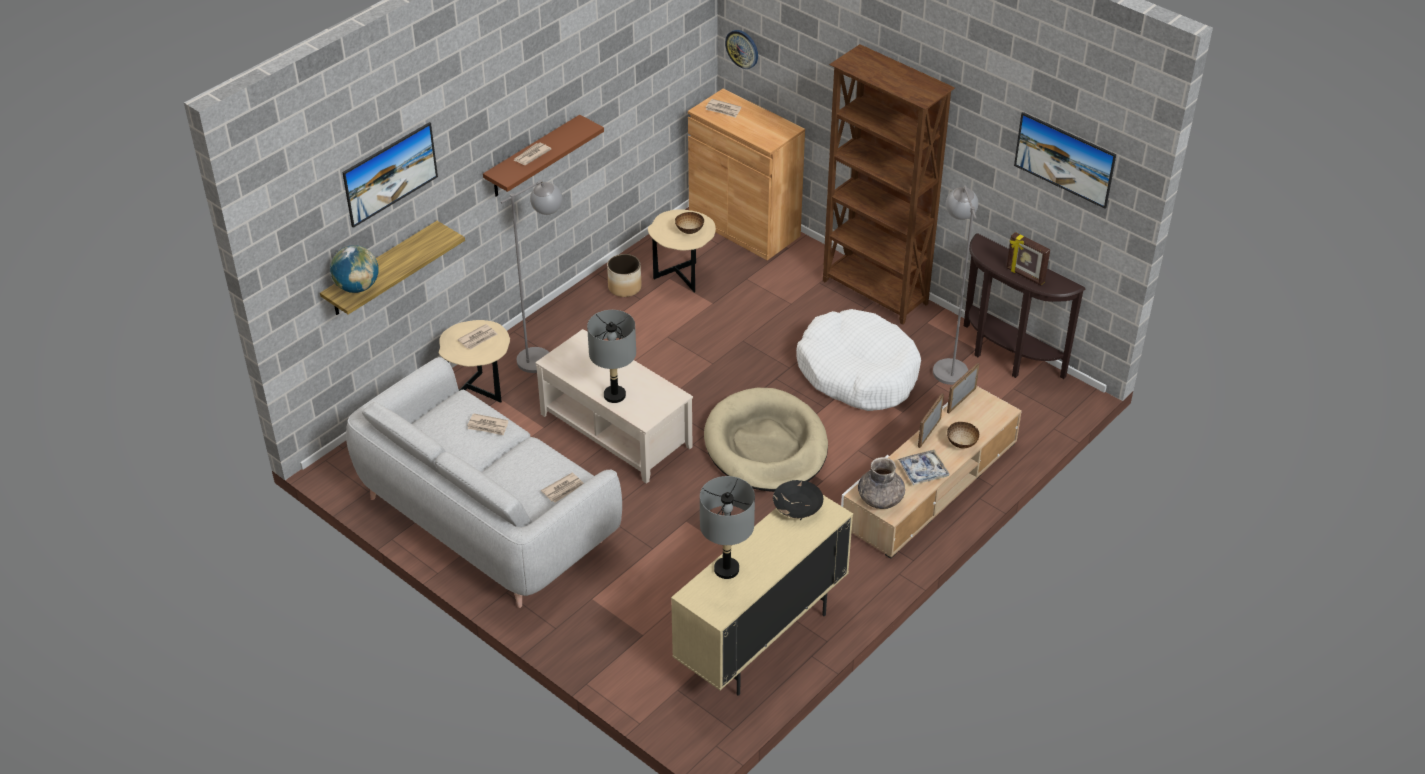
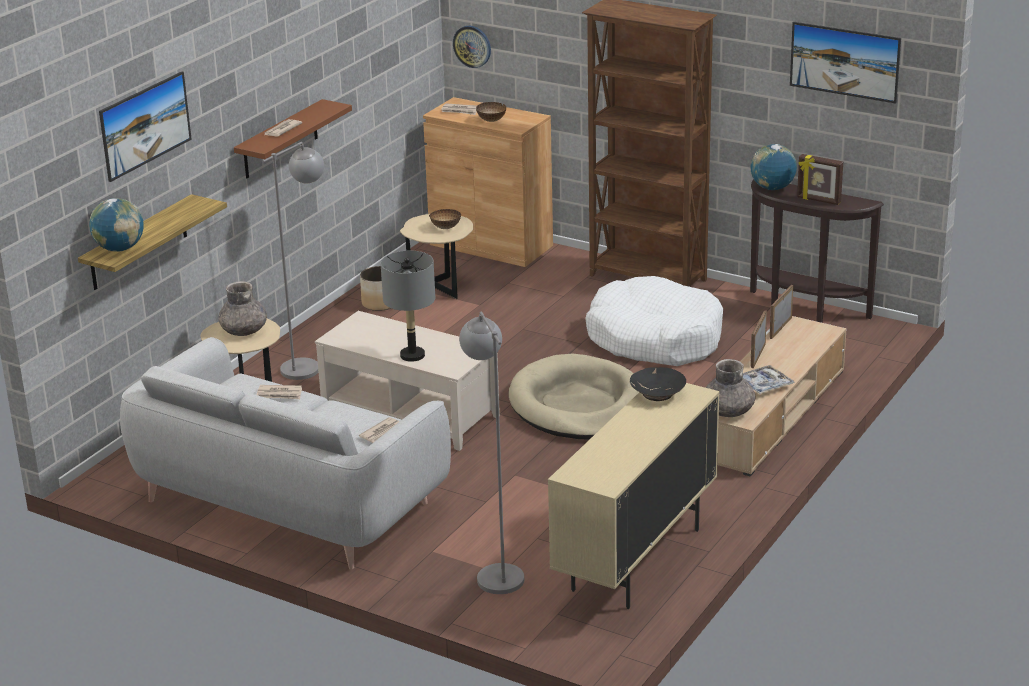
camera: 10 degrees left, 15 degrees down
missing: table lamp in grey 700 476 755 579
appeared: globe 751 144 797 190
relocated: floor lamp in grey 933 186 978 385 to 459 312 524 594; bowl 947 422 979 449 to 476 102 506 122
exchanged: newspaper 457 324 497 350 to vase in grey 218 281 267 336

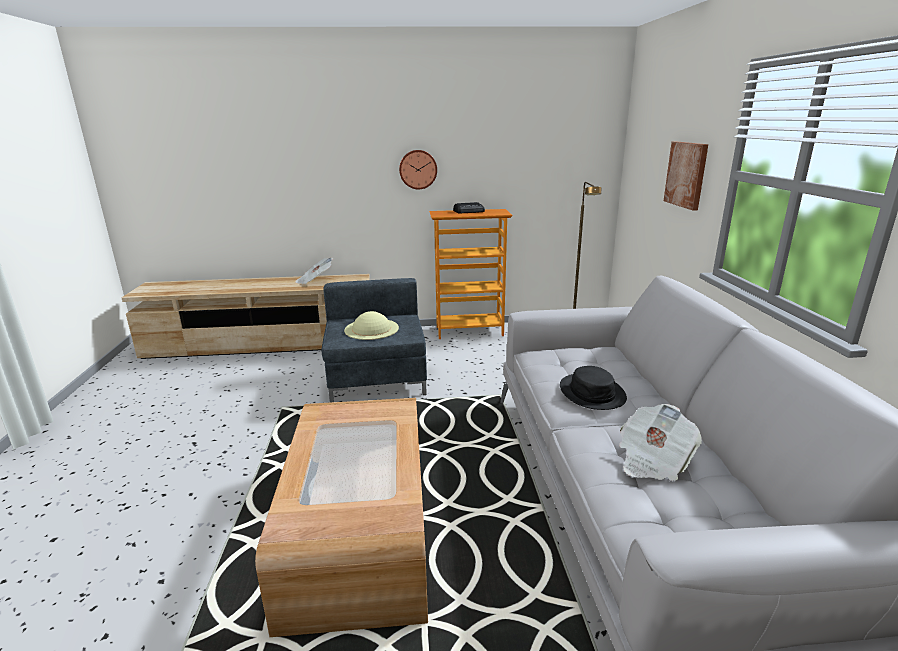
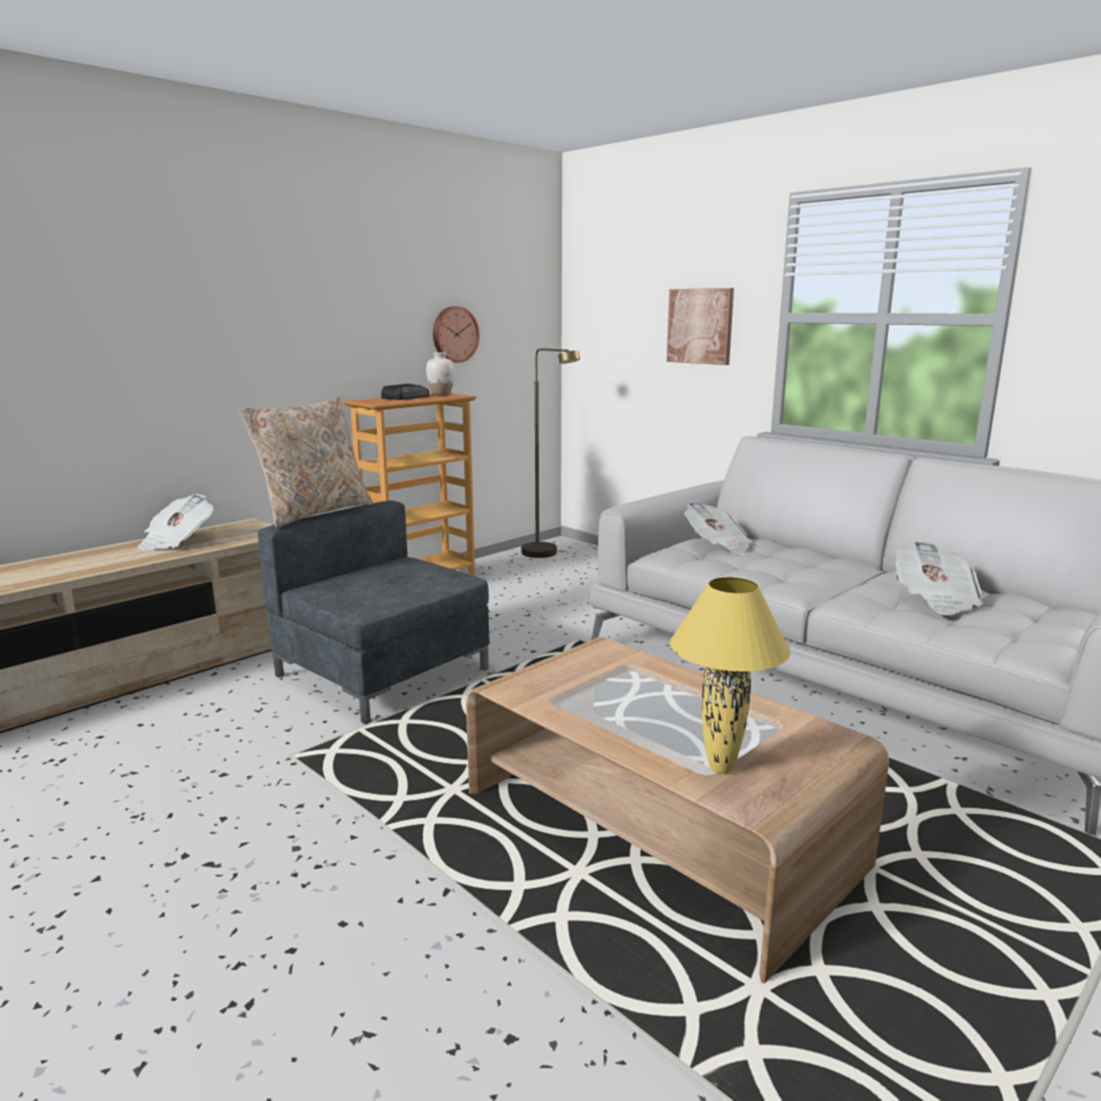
camera: 40 degrees left, 5 degrees down
missing: hat in beige 344 311 399 340; hat in black 560 366 627 410
appeared: vase in white 426 352 455 395; pillow in beige 239 397 373 528; newspaper 684 501 753 555; table lamp in yellow 670 577 790 774
relocated: wall clock 399 150 437 190 to 433 306 480 363

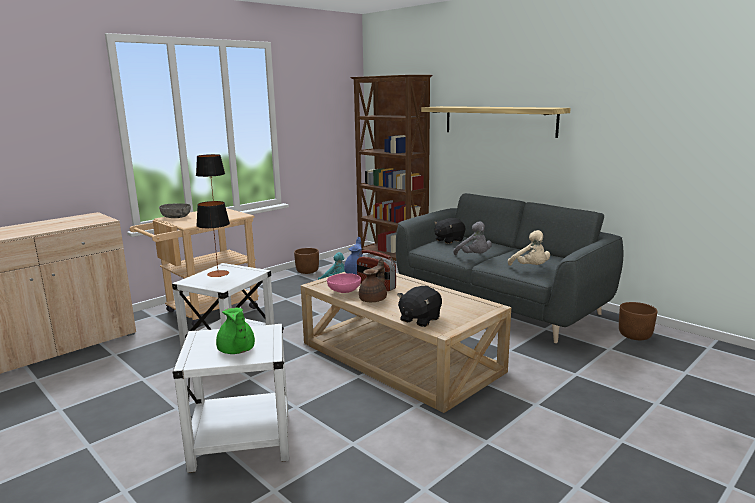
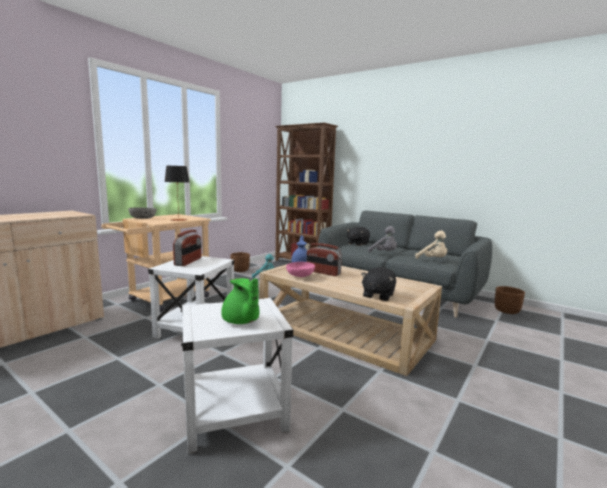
camera: 10 degrees left, 5 degrees down
missing: shelf 421 106 571 138; teapot in brown 359 258 387 302
exchanged: table lamp 196 201 230 277 to radio 173 230 201 266

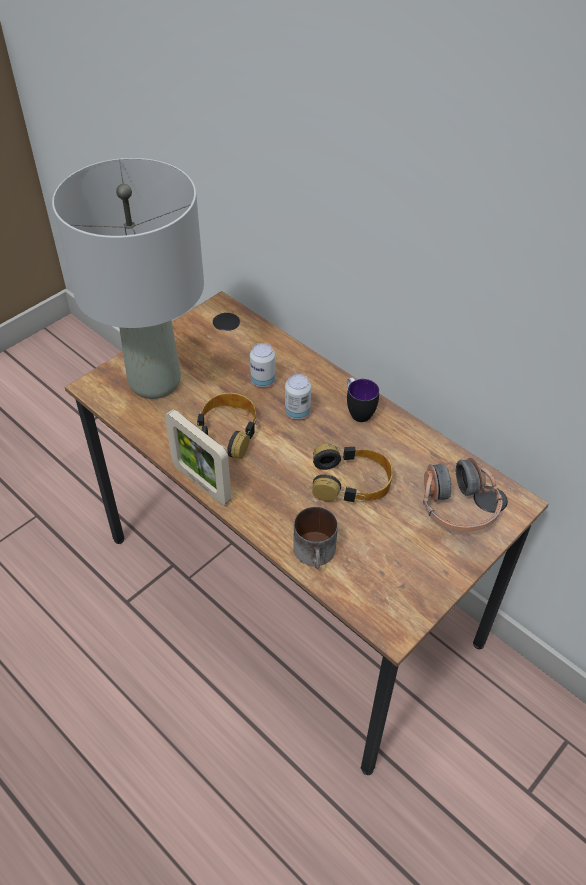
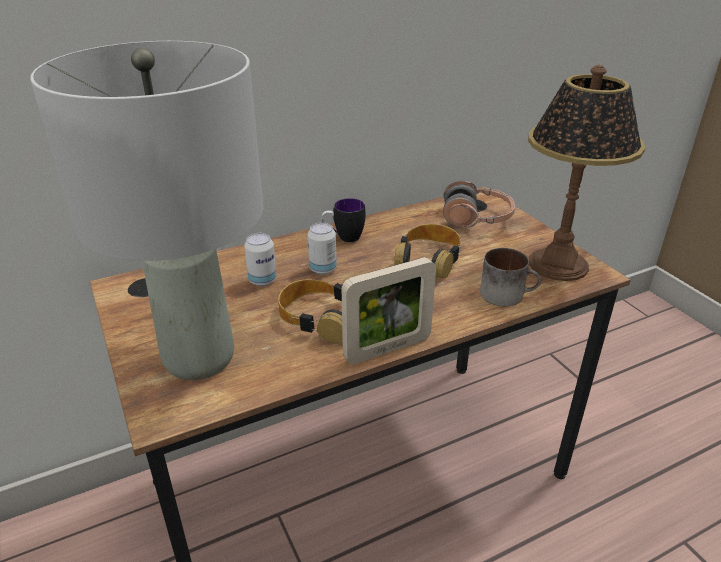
camera: 70 degrees left, 15 degrees down
appeared: table lamp 528 65 645 281

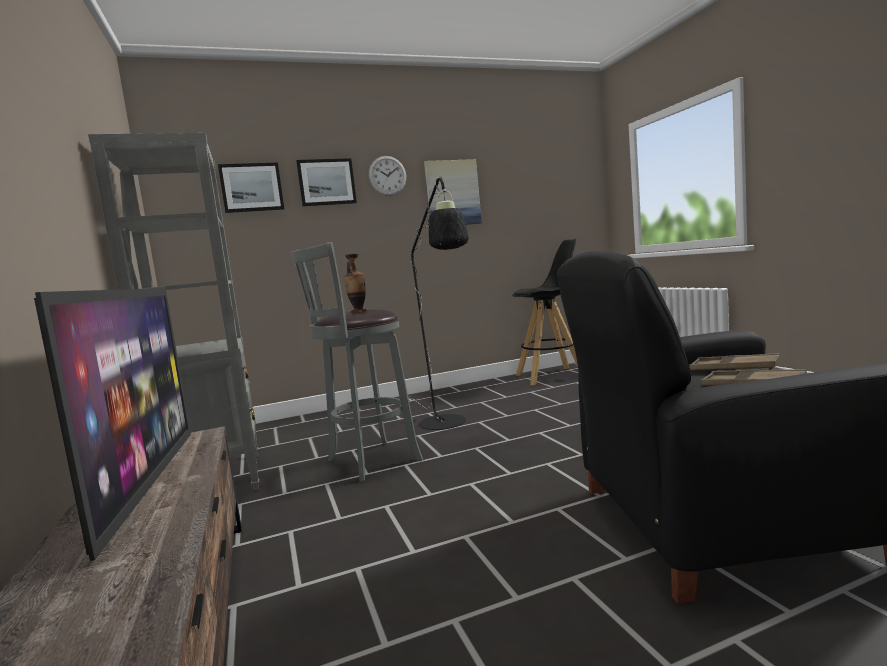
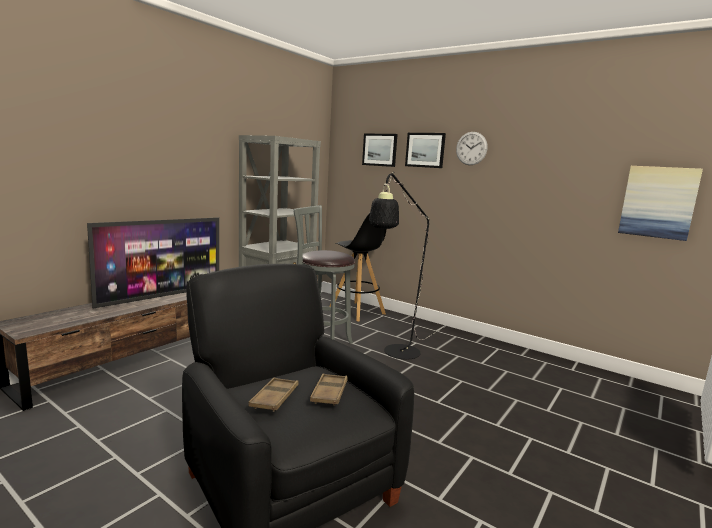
camera: 55 degrees right, 5 degrees up
missing: vase 343 253 367 313
relocated: picture 424 159 482 225 to 618 166 703 241; stool in black 512 238 578 385 to 329 213 386 322

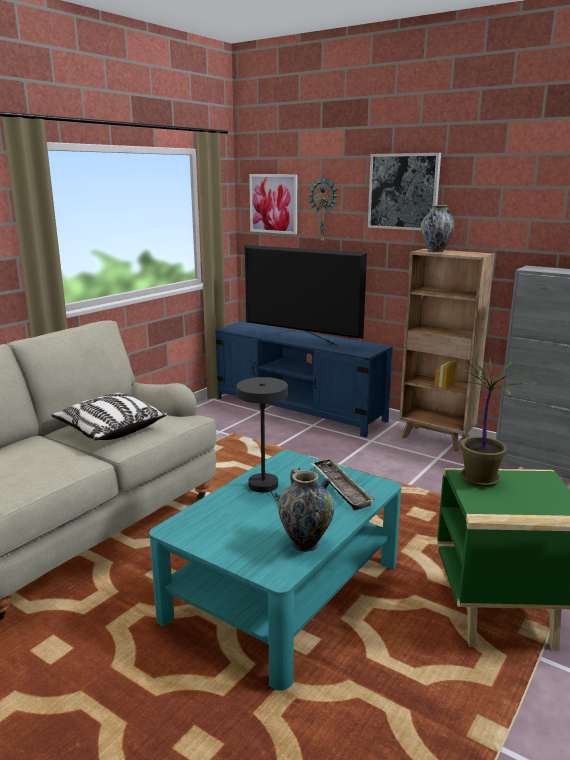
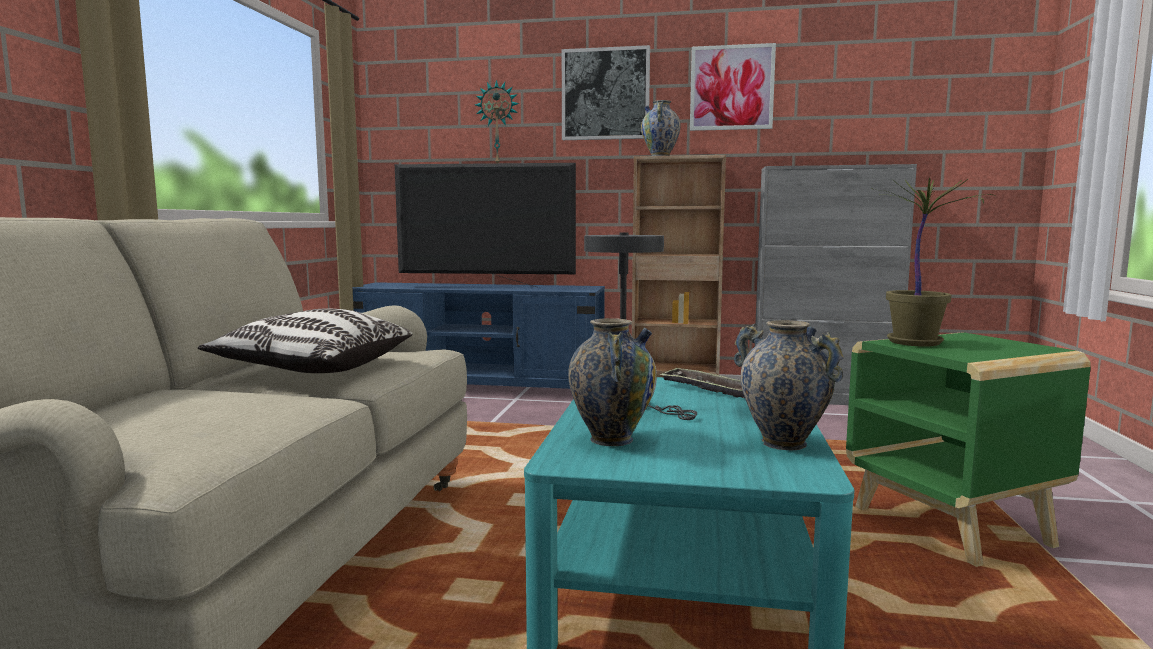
camera: 25 degrees left, 10 degrees down
appeared: vase 568 318 657 446
relocated: picture 249 174 297 235 to 690 43 776 131

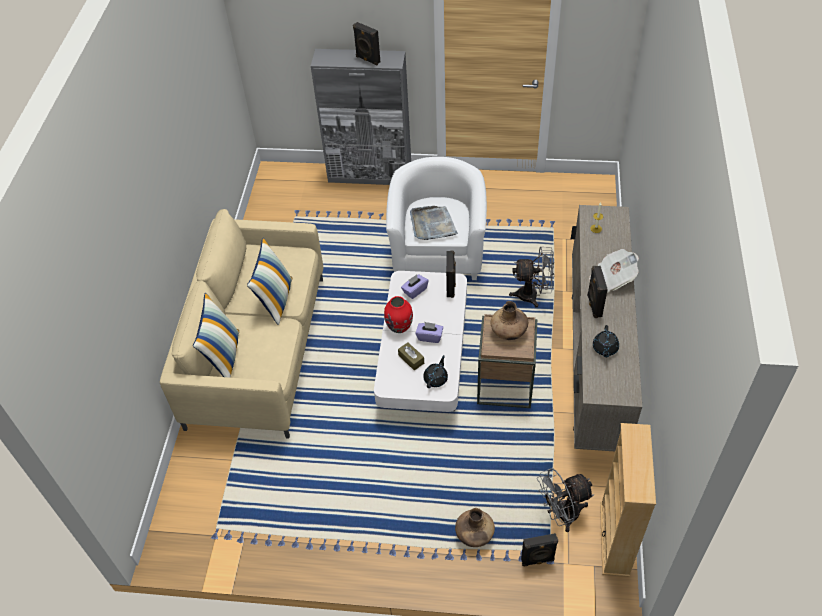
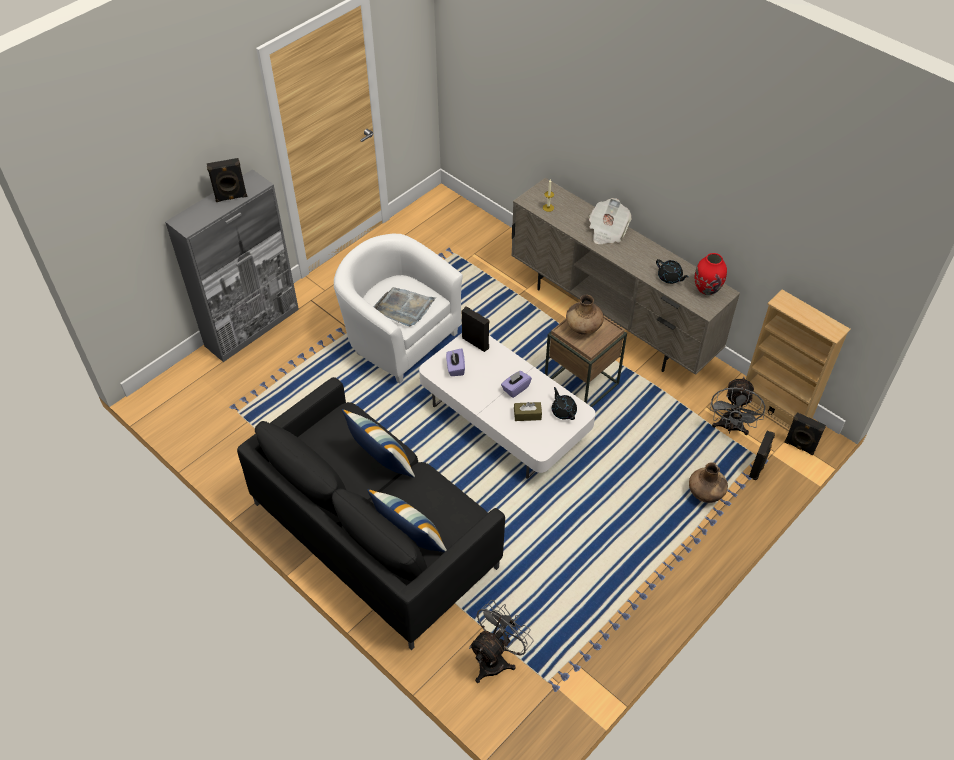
camera: 55 degrees left, 0 degrees up
relocated: fan in grey 509 247 554 308 to 469 600 534 683; speaker in black 587 266 608 318 to 784 412 826 455; vase in red 384 296 413 333 to 695 253 727 295
colour: sofa in beige 160 209 323 439 to sofa in black 237 377 505 650

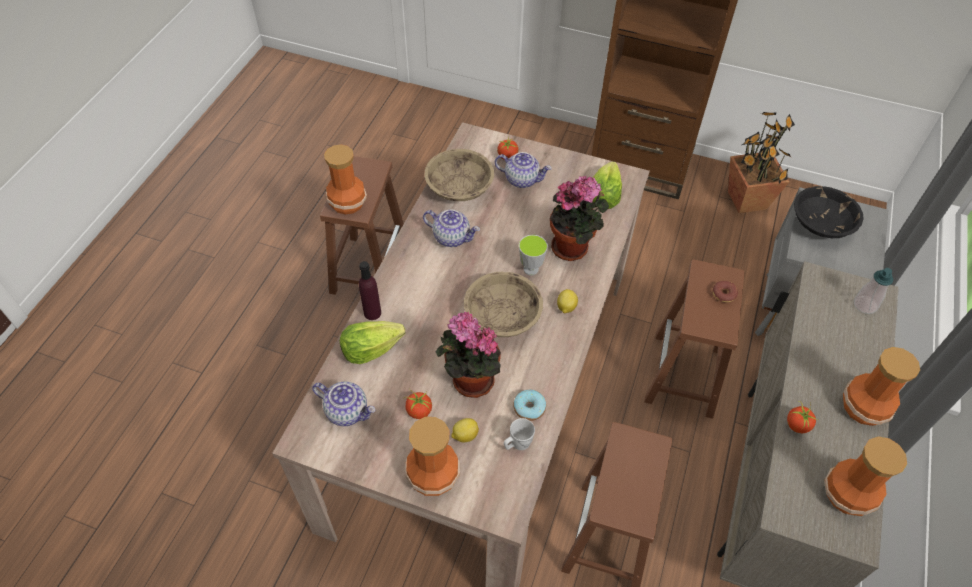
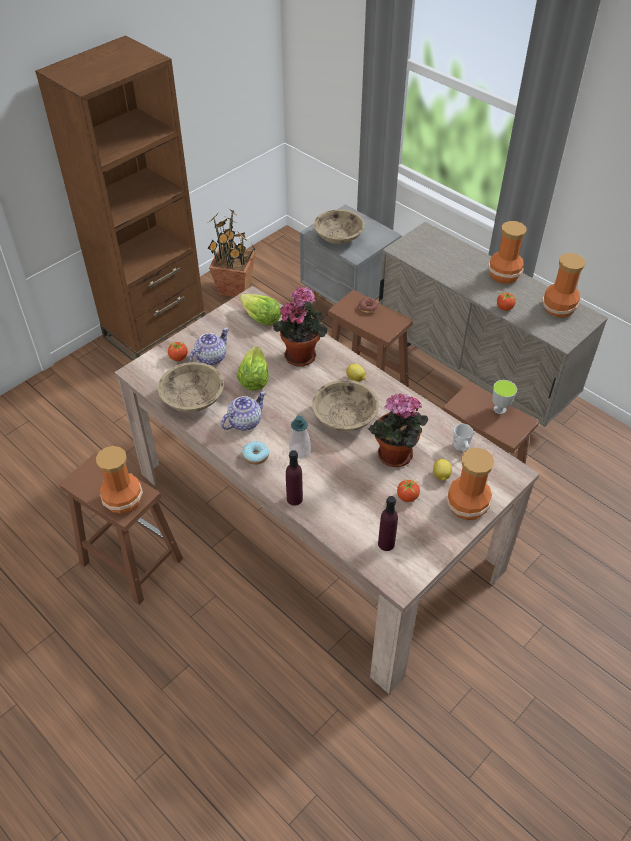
camera: 65 degrees left, 5 degrees down
relocated: cup 519 235 548 275 to 492 380 517 414; soap dispenser 854 268 893 314 to 289 415 311 459; lettuce 340 321 405 364 to 237 346 269 391; donut 513 389 546 421 to 242 441 269 465
exchanged: teapot 312 381 376 426 to bottle in purple 378 496 398 551
colour: bowl in black 794 186 864 238 to bowl in beige 314 209 365 244

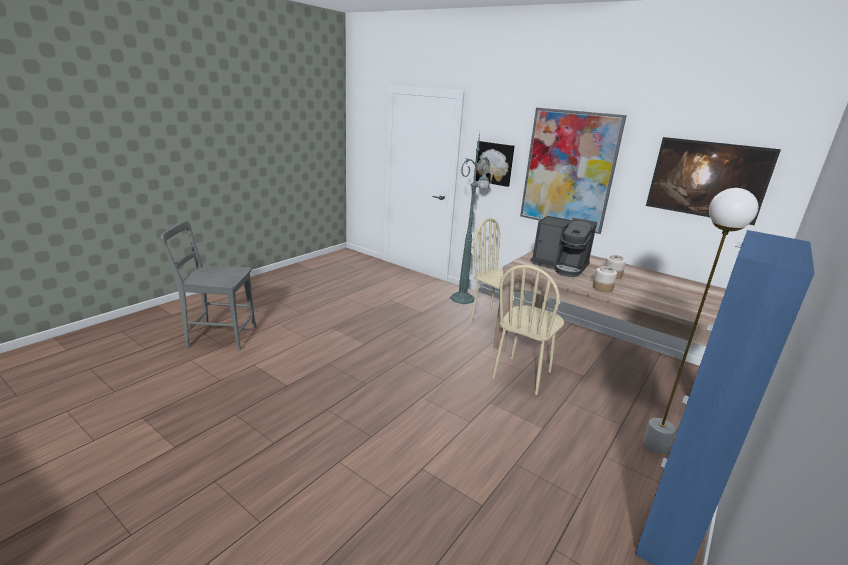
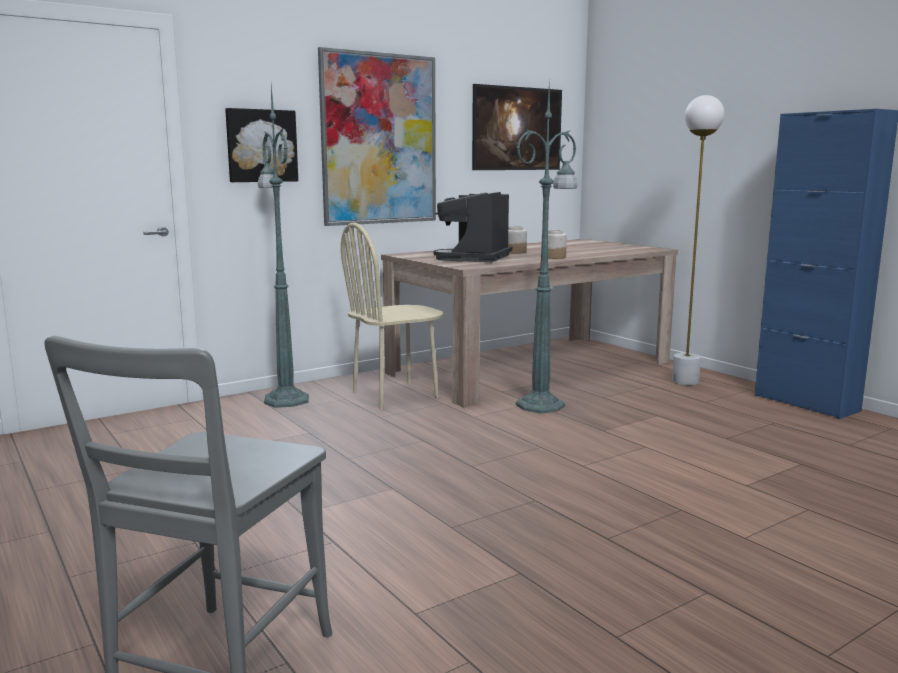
camera: 70 degrees left, 10 degrees down
exchanged: chair in beige 492 265 564 395 to floor lamp in green 516 82 578 414
spun: coffee machine 530 216 597 277 = 434 192 512 263 150 degrees clockwise

